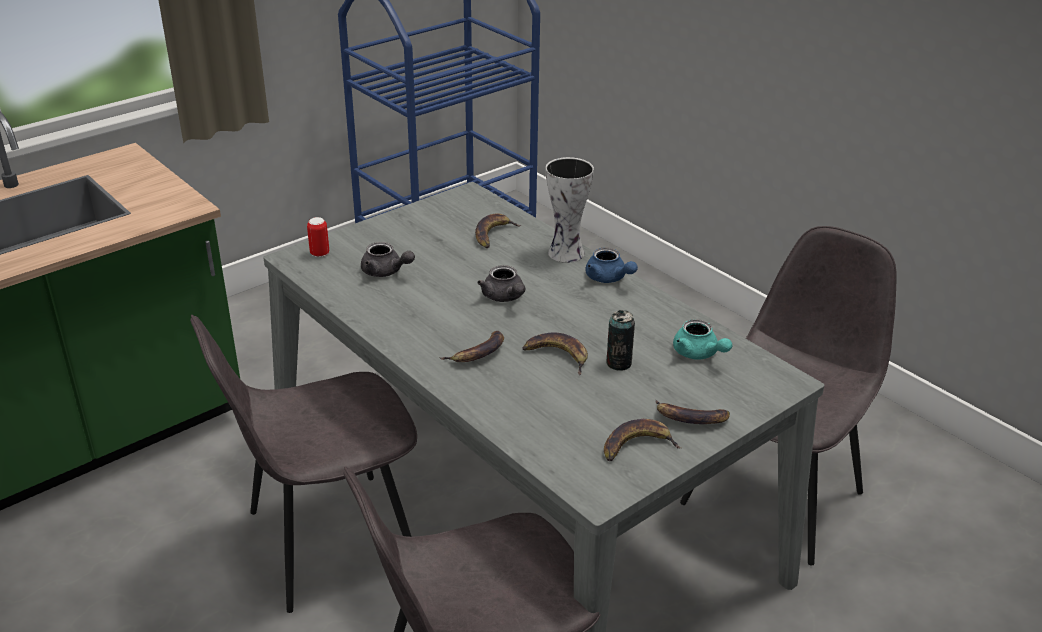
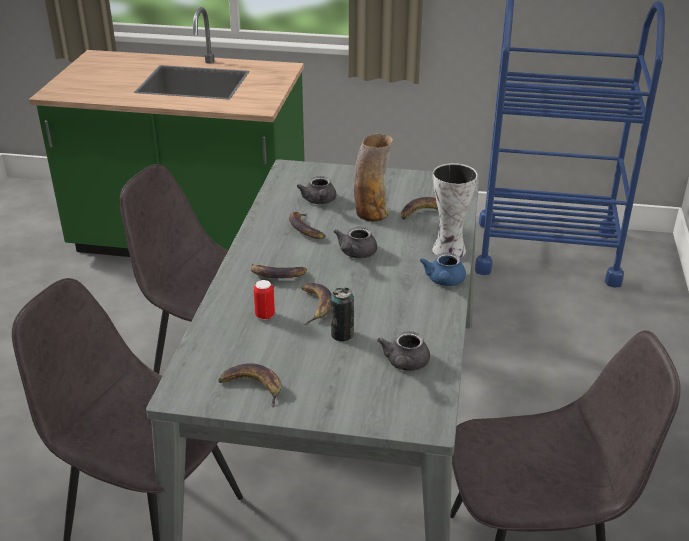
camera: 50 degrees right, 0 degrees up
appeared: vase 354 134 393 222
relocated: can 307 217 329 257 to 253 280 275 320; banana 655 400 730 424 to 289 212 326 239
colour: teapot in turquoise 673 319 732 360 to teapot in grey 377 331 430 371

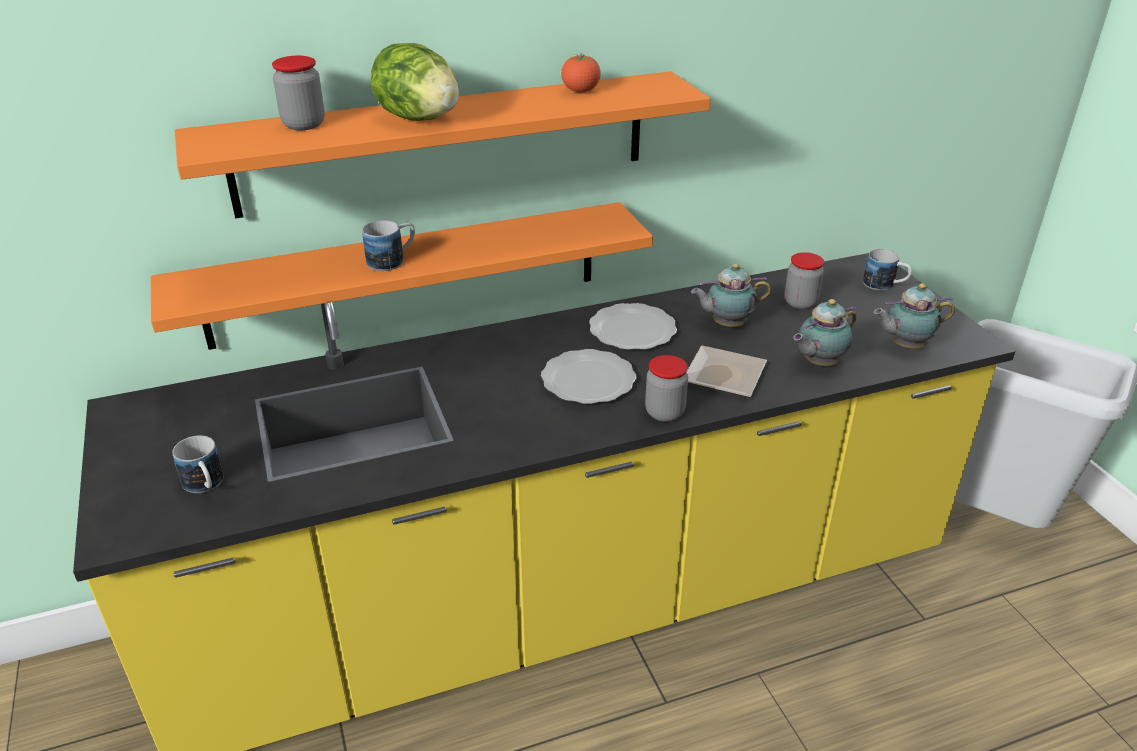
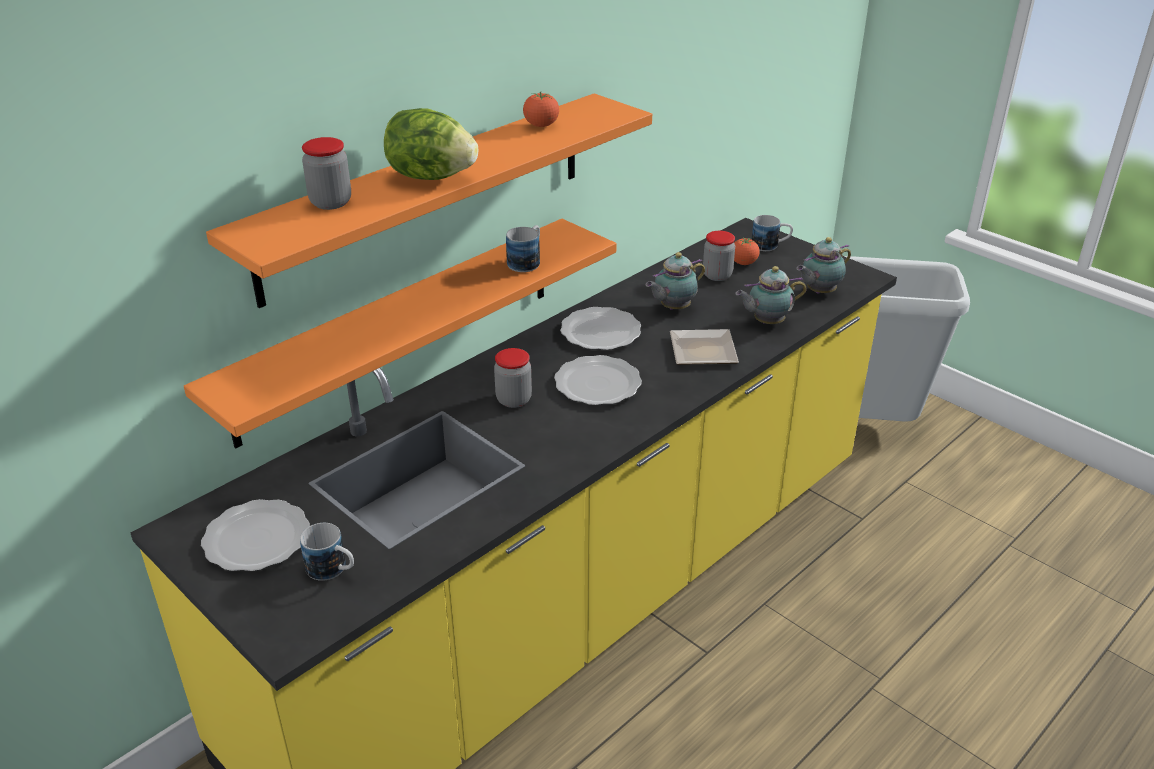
camera: 25 degrees left, 0 degrees up
appeared: tomato 734 237 760 265; plate 201 499 310 572
relocated: mug 362 220 415 271 to 506 225 540 272; jar 645 355 688 422 to 494 348 532 408
spun: teapot 793 299 857 366 = 735 266 807 324 45 degrees clockwise

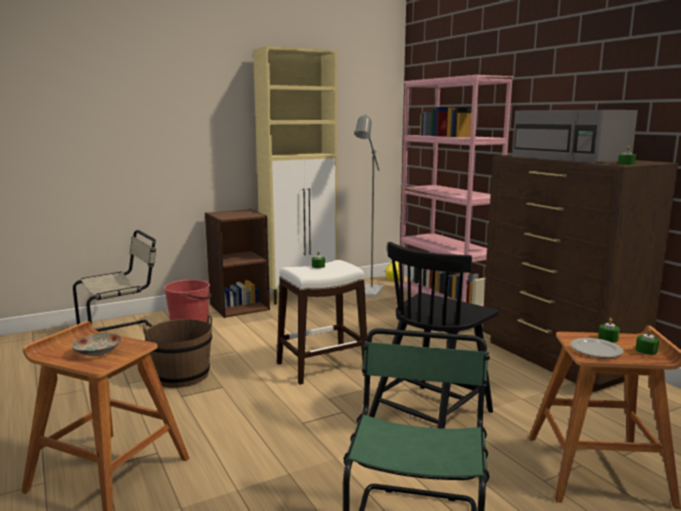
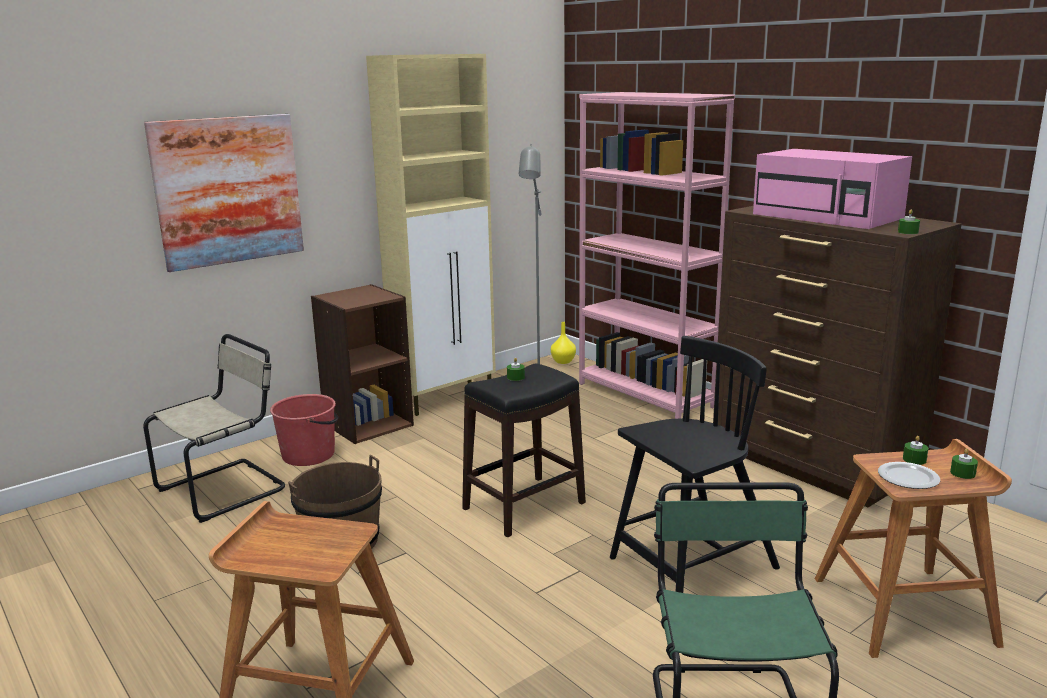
camera: 10 degrees left, 5 degrees up
missing: plate 71 333 121 356
appeared: picture 144 114 304 272
colour: microwave in grey 512 110 638 163 to microwave in pink 753 149 912 229; stool in white 277 260 367 385 to stool in black 462 364 586 538
spun: chair in black 369 242 499 429 = 610 336 780 593 150 degrees counterclockwise

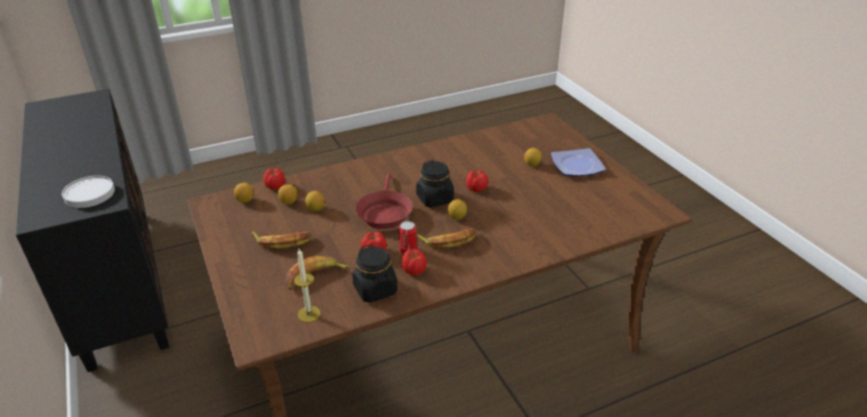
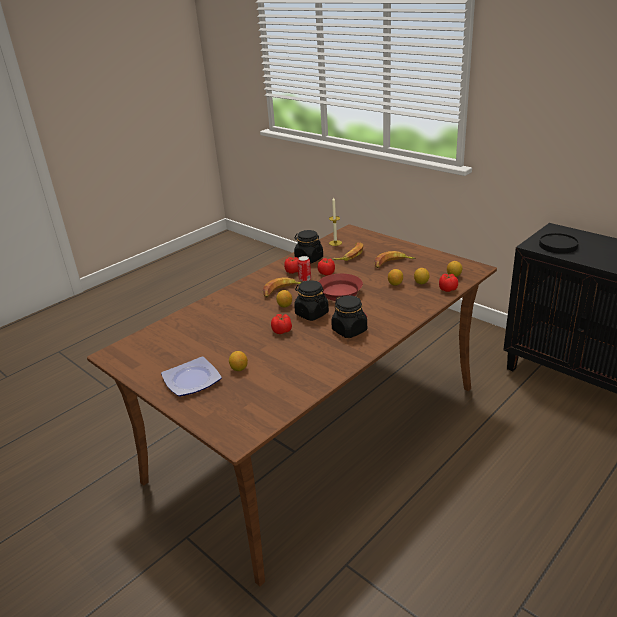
camera: 160 degrees right, 5 degrees down
appeared: jar in black 331 295 367 338
colour: plate in white 62 176 115 208 to plate in black 539 233 579 254

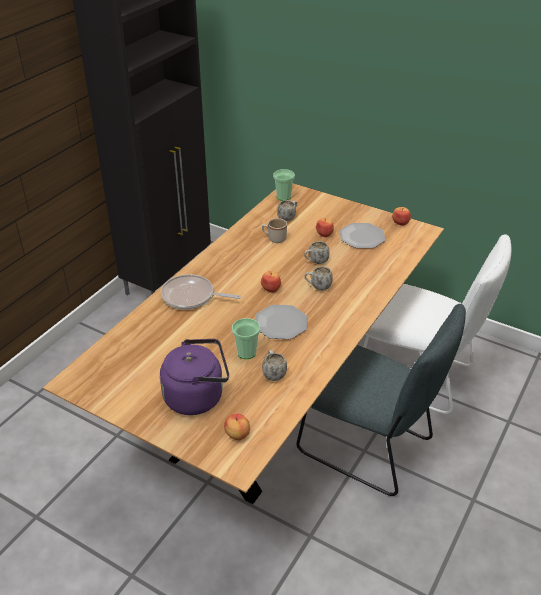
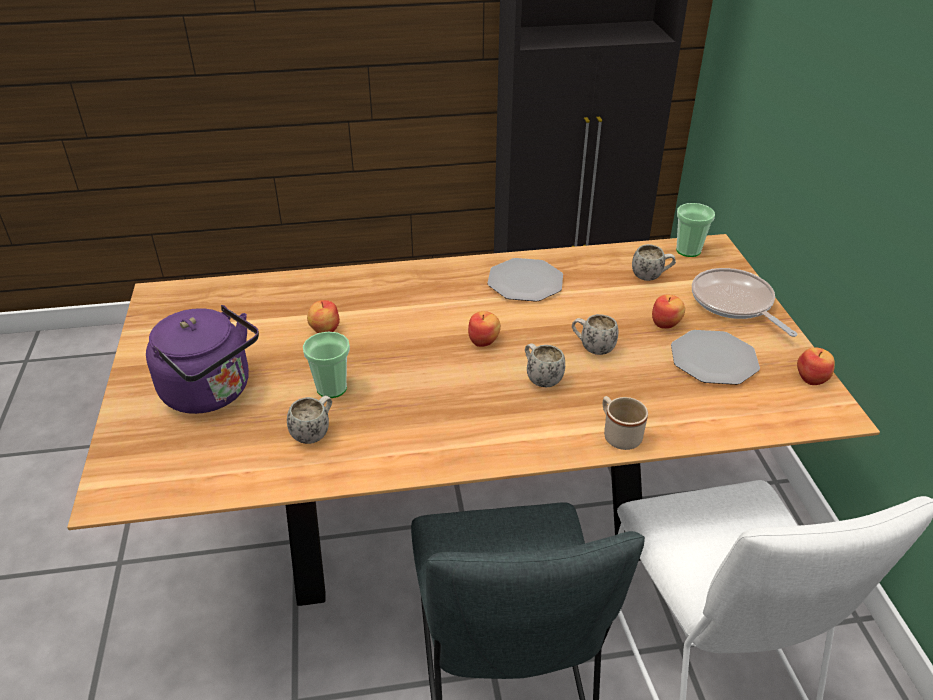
camera: 50 degrees right, 0 degrees up
relocated: mug in beige 262 218 287 243 to 603 396 648 450; frying pan 161 274 241 310 to 692 268 797 337; plate 255 305 307 339 to 487 258 563 302; apple 224 414 250 440 to 307 300 340 333

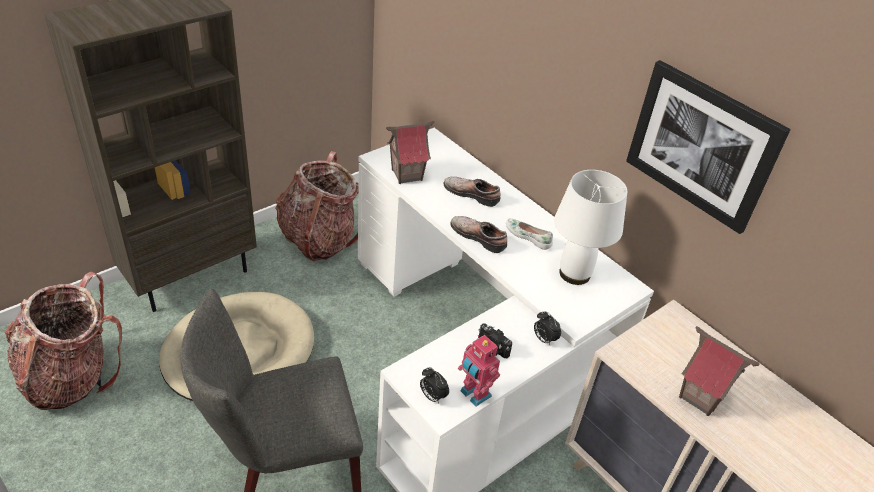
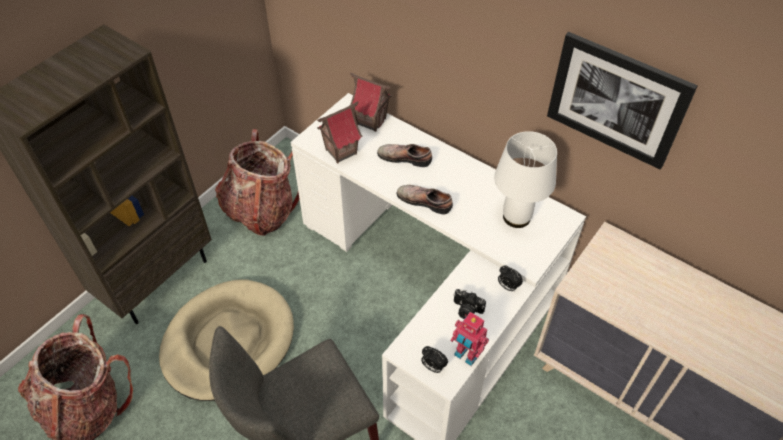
camera: 10 degrees left, 10 degrees up
missing: shoe in white 506 219 553 250
relocated: toy house 679 326 760 416 to 350 73 392 132

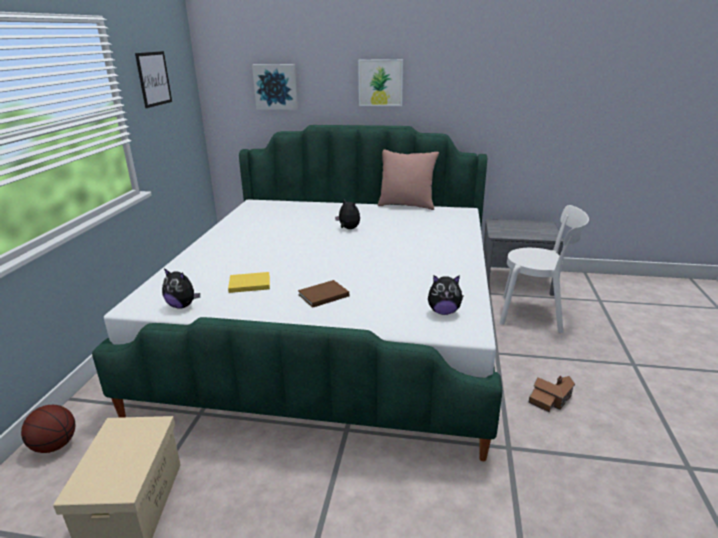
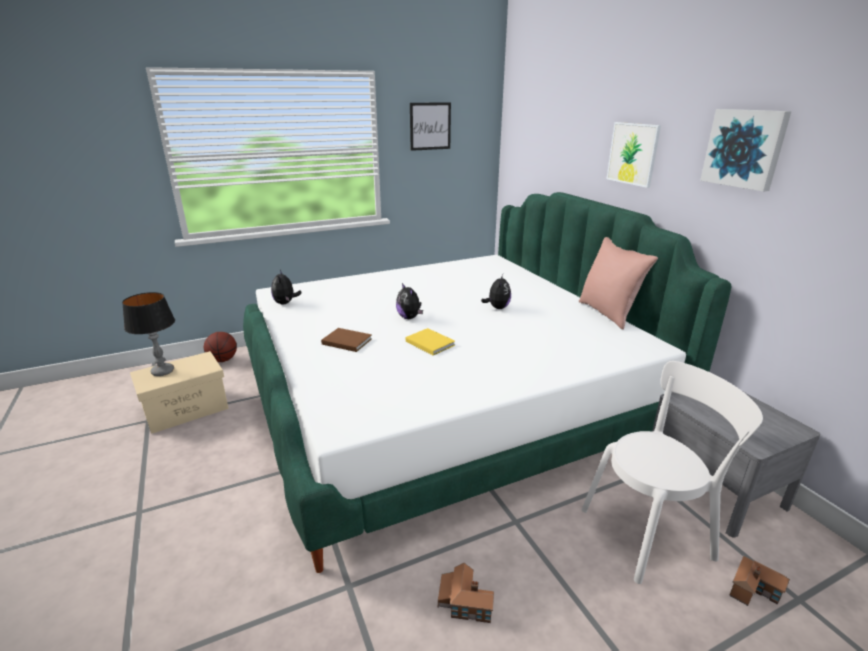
camera: 55 degrees right, 0 degrees up
appeared: table lamp 122 292 175 376; toy house 729 556 790 606
relocated: picture 252 64 298 110 to 700 109 792 192; book in yellow 228 272 270 293 to 406 328 455 355; plush toy 428 275 464 315 to 396 283 423 319
spun: chair in white 500 205 589 334 = 582 361 763 584 90 degrees counterclockwise

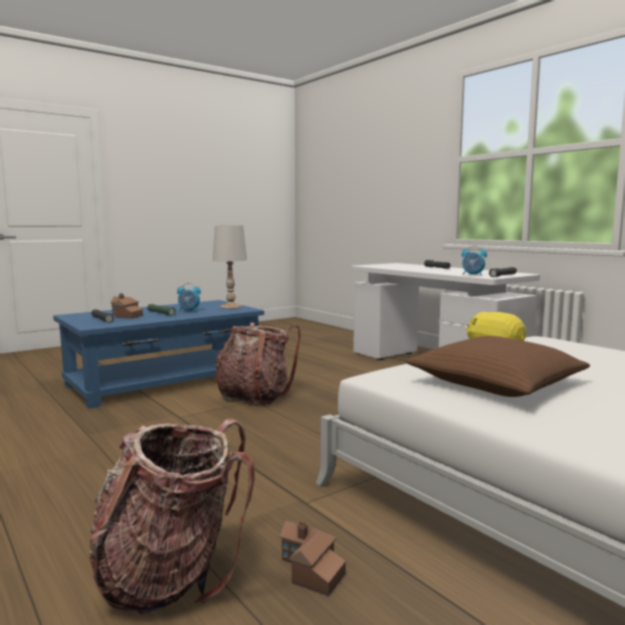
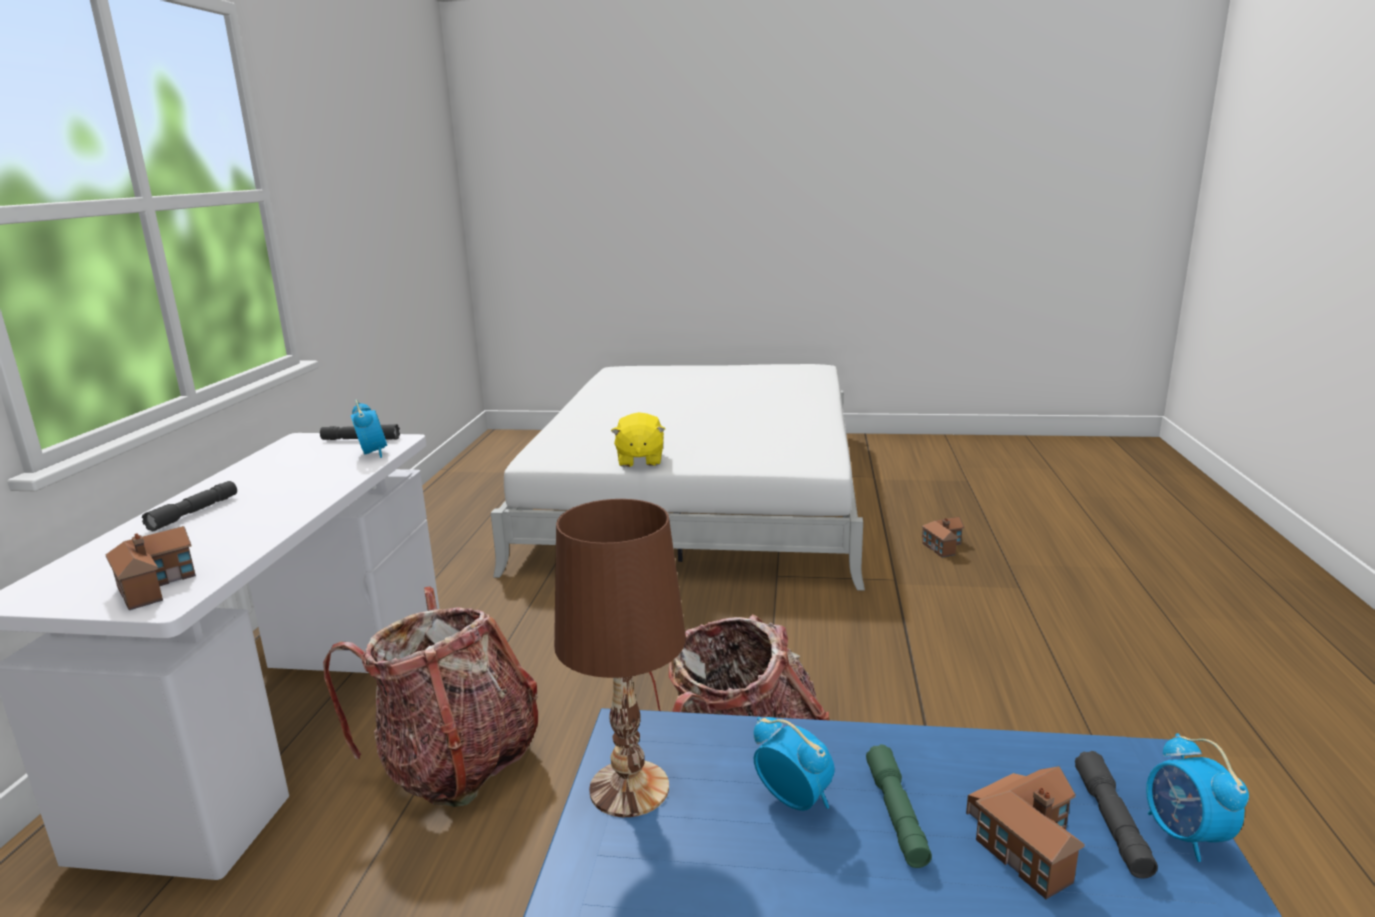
camera: 135 degrees left, 10 degrees up
missing: pillow in brown 405 336 590 397
appeared: toy house 106 526 196 610; alarm clock 1146 733 1249 862
relocated: backpack 89 419 255 615 to 323 587 538 807
colour: table lamp in white 213 226 247 309 to table lamp in brown 554 499 686 817

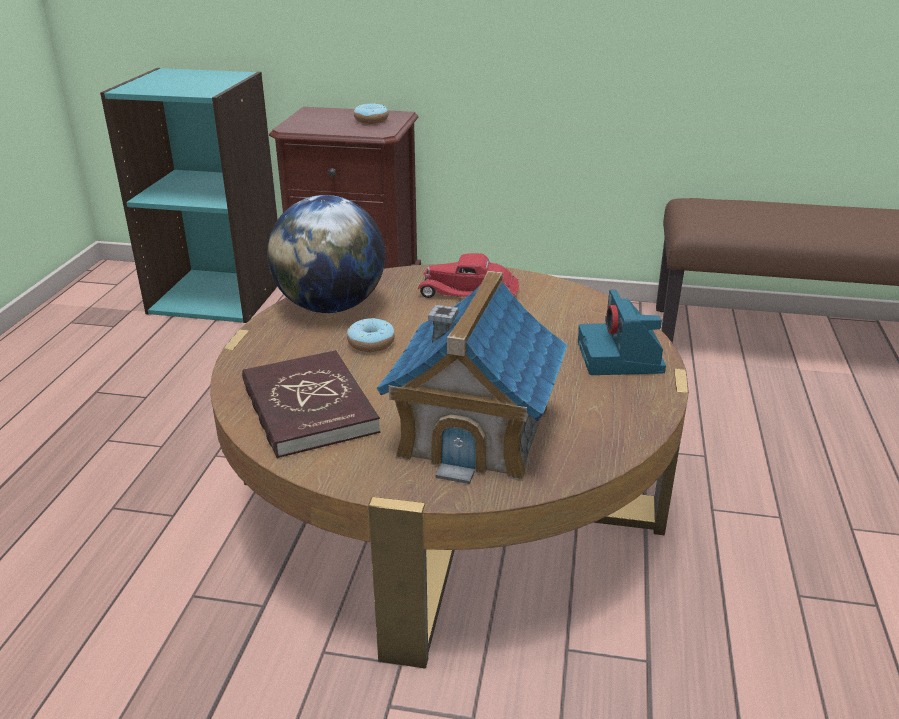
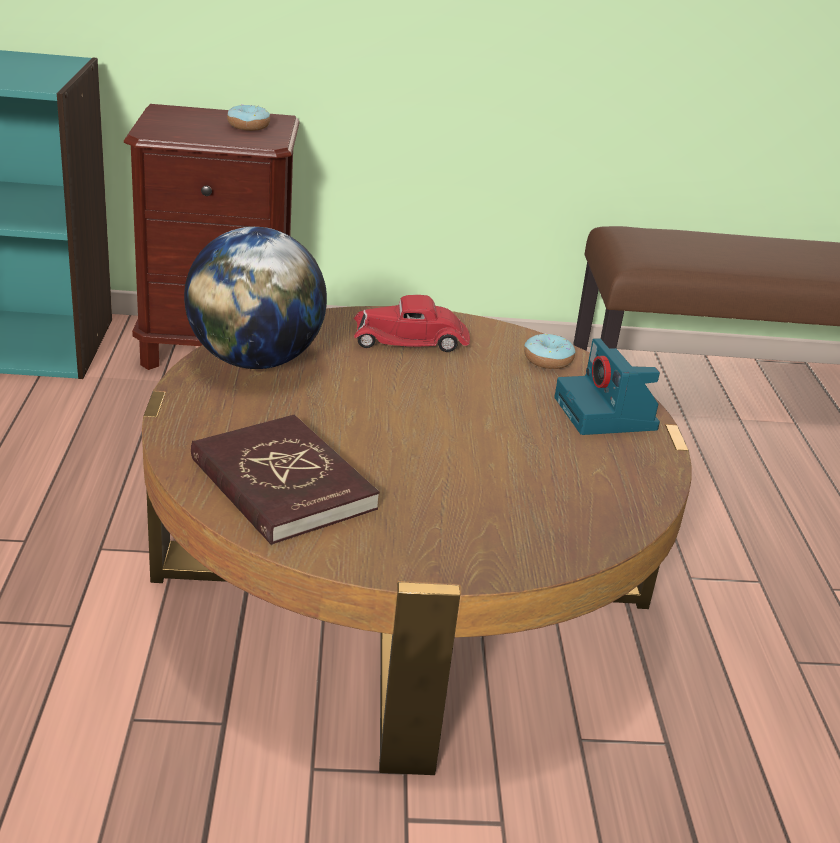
camera: 15 degrees left, 0 degrees up
missing: toy house 377 271 568 484
relocated: donut 347 318 395 352 to 524 333 575 369

